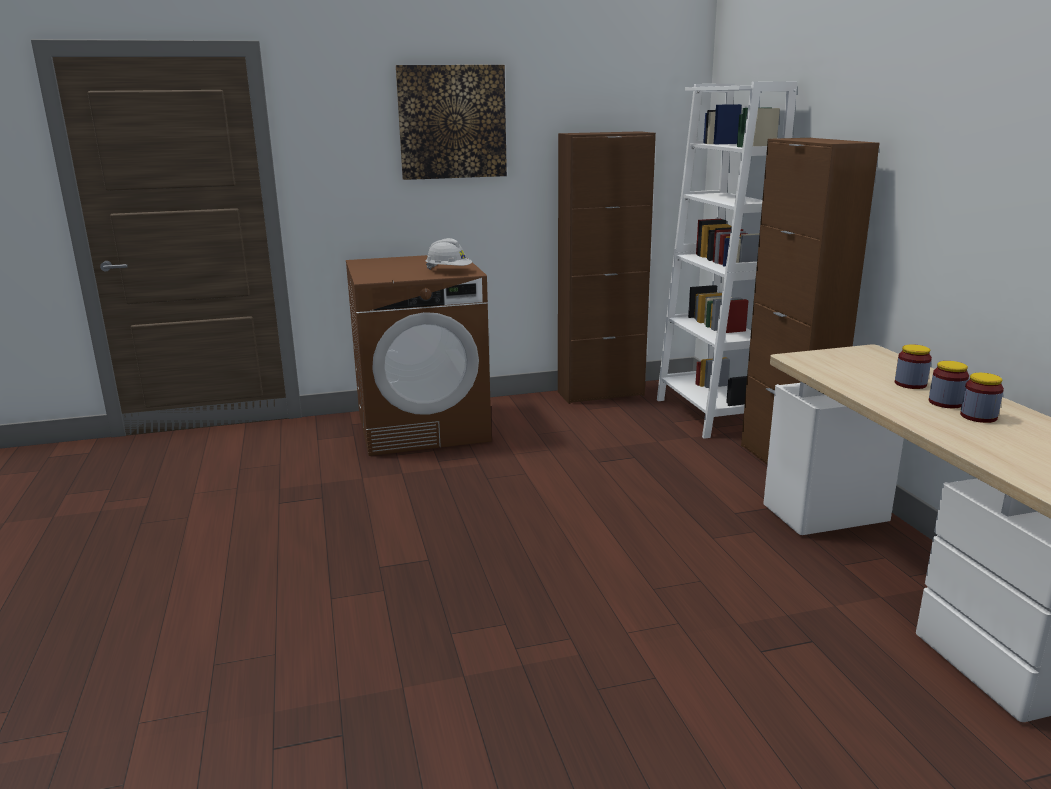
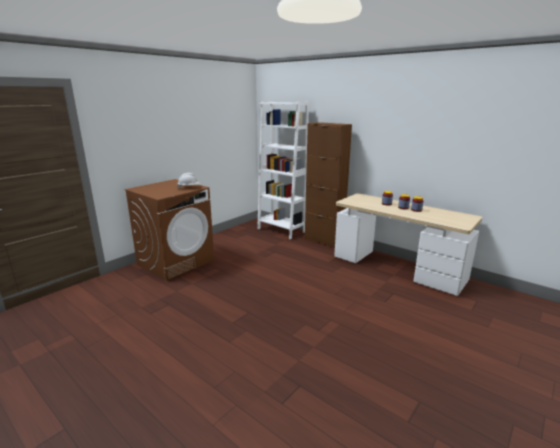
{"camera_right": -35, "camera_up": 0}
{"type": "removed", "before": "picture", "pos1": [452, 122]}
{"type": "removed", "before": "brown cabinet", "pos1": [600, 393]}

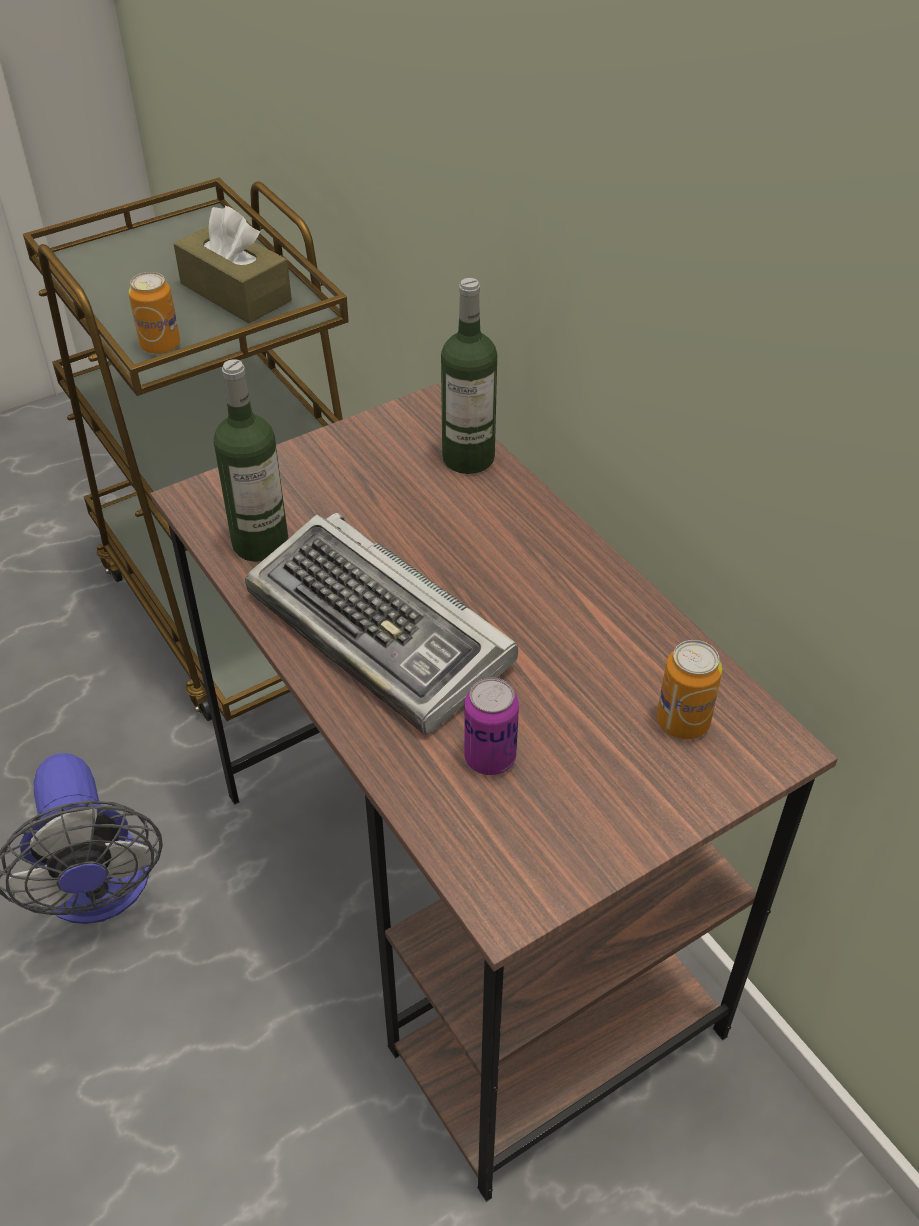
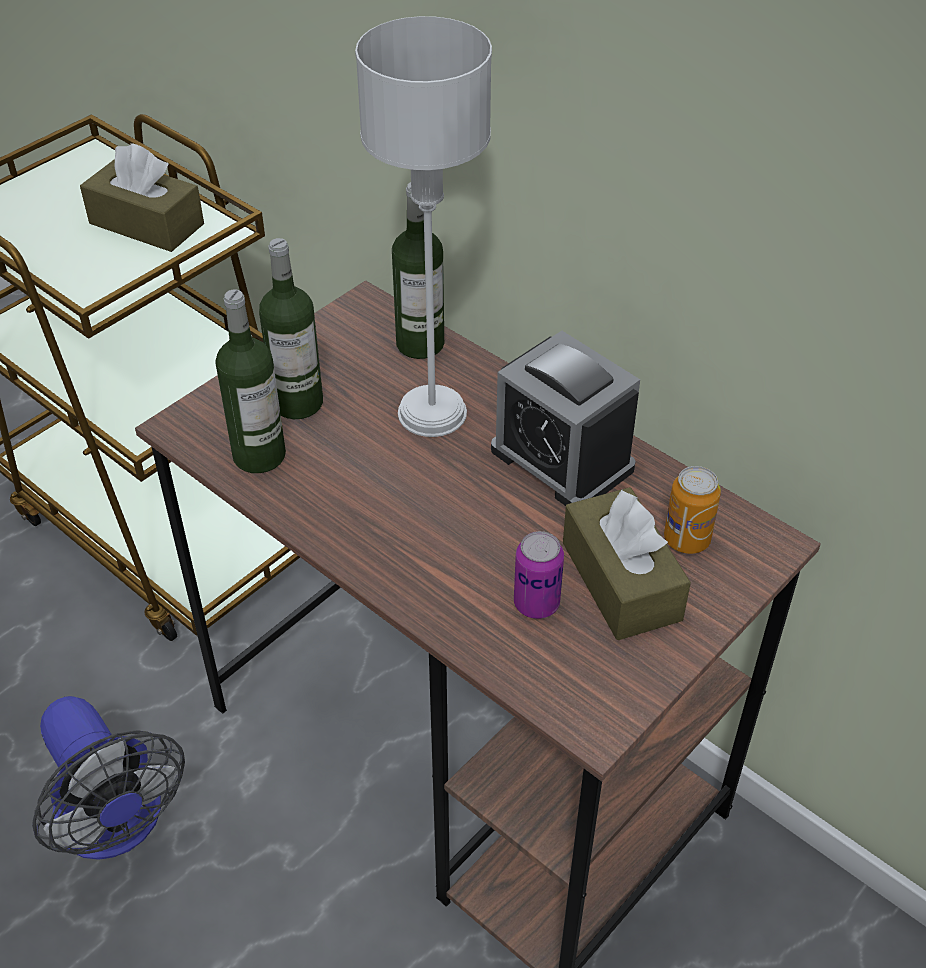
{"camera_right": -15, "camera_up": 0}
{"type": "added", "after": "bottle", "pos2": [298, 403]}
{"type": "added", "after": "grey table lamp", "pos2": [433, 413]}
{"type": "added", "after": "alarm clock", "pos2": [562, 459]}
{"type": "added", "after": "brown tissue box", "pos2": [621, 581]}
{"type": "removed", "before": "can", "pos1": [160, 345]}
{"type": "removed", "before": "keyboard", "pos1": [382, 633]}

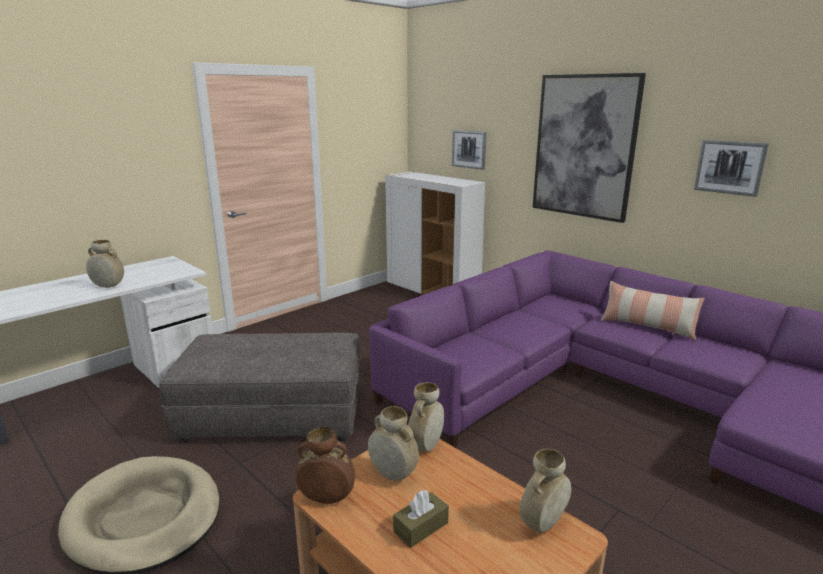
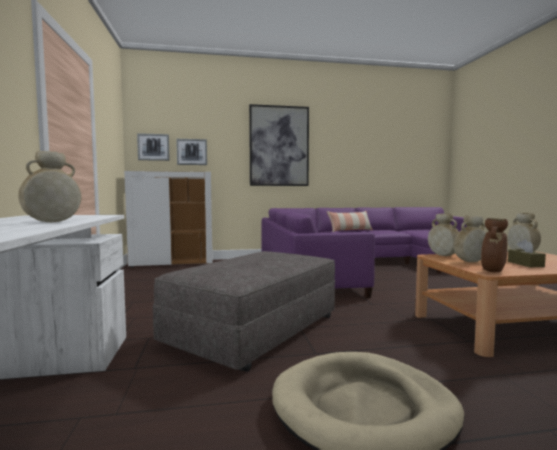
{"camera_right": -55, "camera_up": -15}
{"type": "moved", "before": "picture", "pos1": [730, 167], "pos2": [153, 147]}

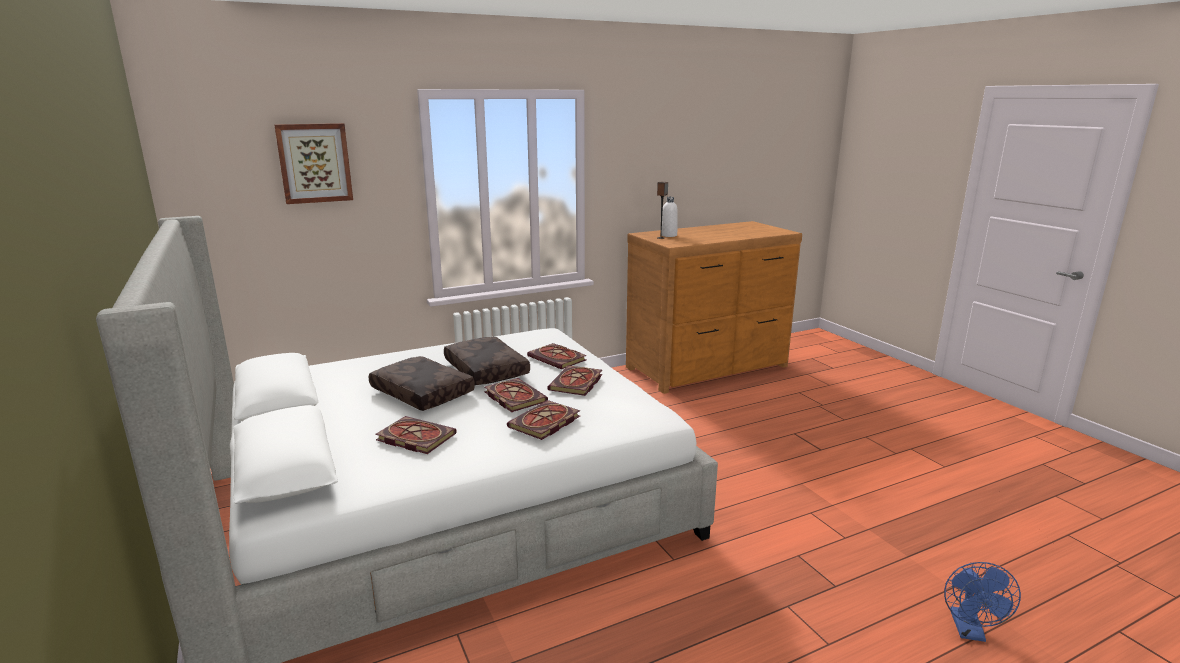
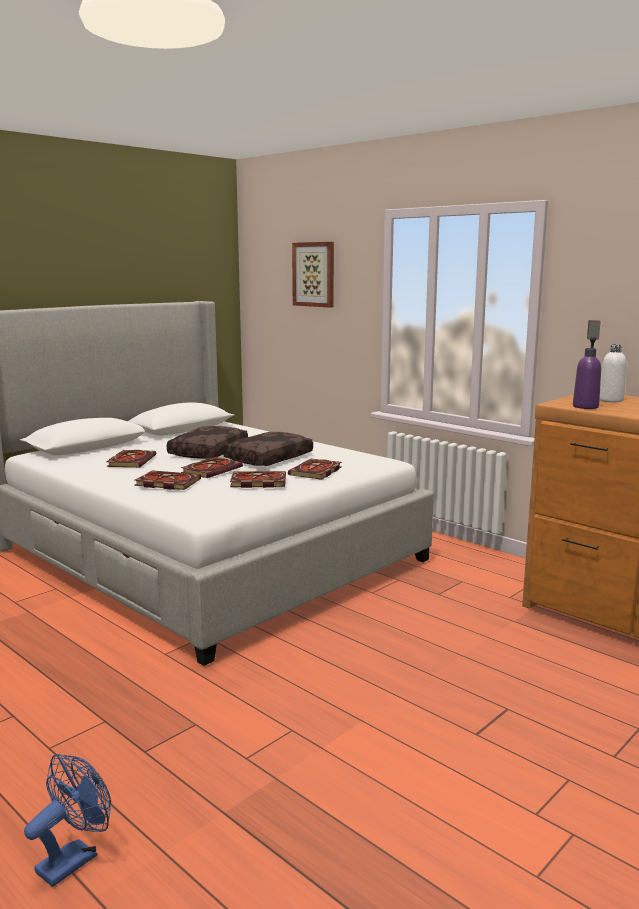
{"camera_right": 70, "camera_up": -5}
{"type": "turned", "before": "blue fan", "pos1": [969, 631], "pos2": [74, 858], "turn": 135}
{"type": "added", "after": "purple bottle", "pos2": [585, 407]}

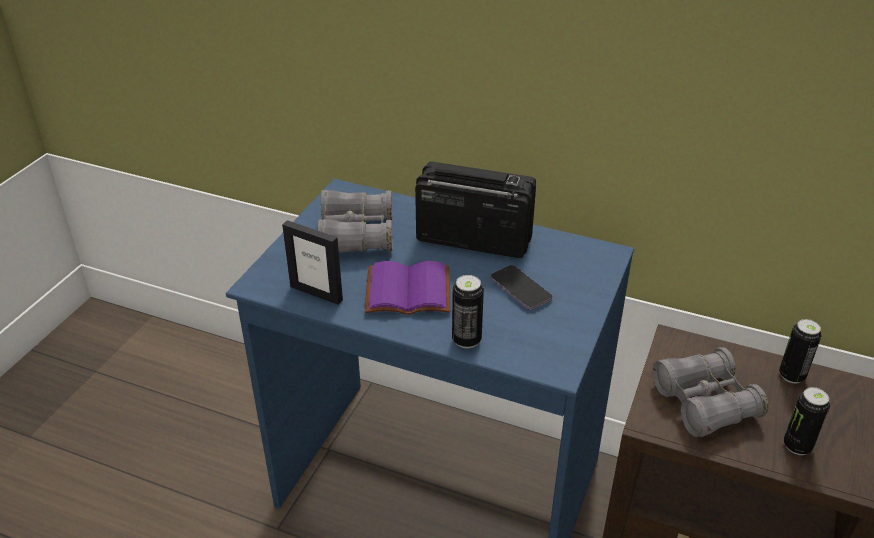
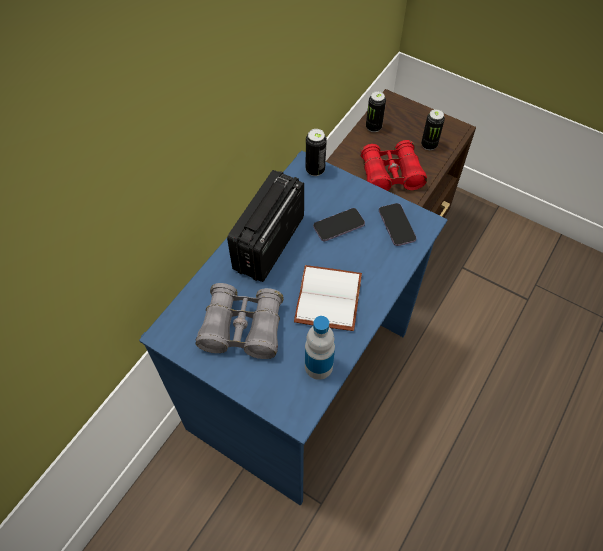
{"camera_right": -80, "camera_up": 20}
{"type": "recoloured", "before": "purple book", "after": "white book", "pos1": [406, 293], "pos2": [330, 300]}
{"type": "replaced", "before": "picture frame", "after": "bottle", "pos1": [316, 293], "pos2": [318, 366]}
{"type": "moved", "before": "can", "pos1": [466, 340], "pos2": [315, 170]}
{"type": "recoloured", "before": "grey binoculars", "after": "red binoculars", "pos1": [704, 403], "pos2": [390, 175]}
{"type": "added", "after": "phone", "pos2": [396, 225]}

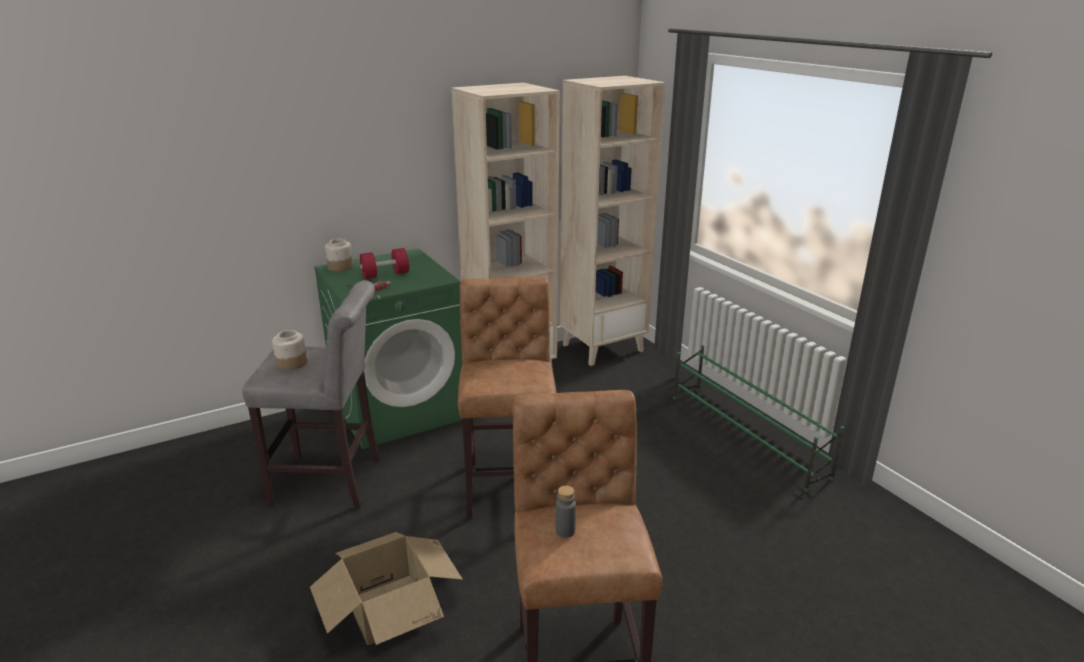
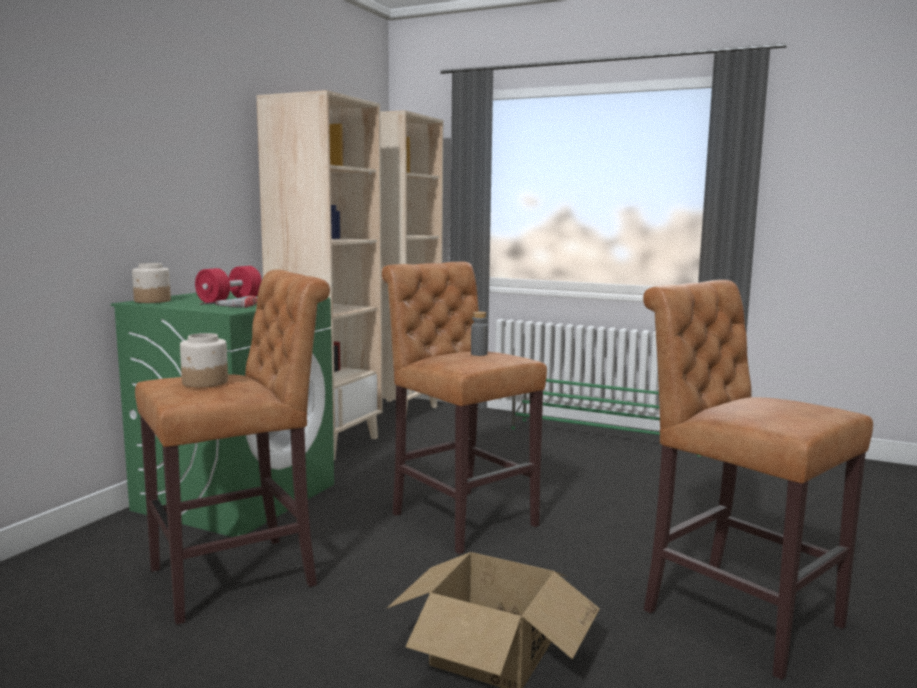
{"camera_right": -35, "camera_up": -15}
{"type": "recoloured", "before": "grey stool", "after": "brown stool", "pos1": [333, 482], "pos2": [242, 576]}
{"type": "moved", "before": "grey bottle", "pos1": [565, 531], "pos2": [479, 354]}

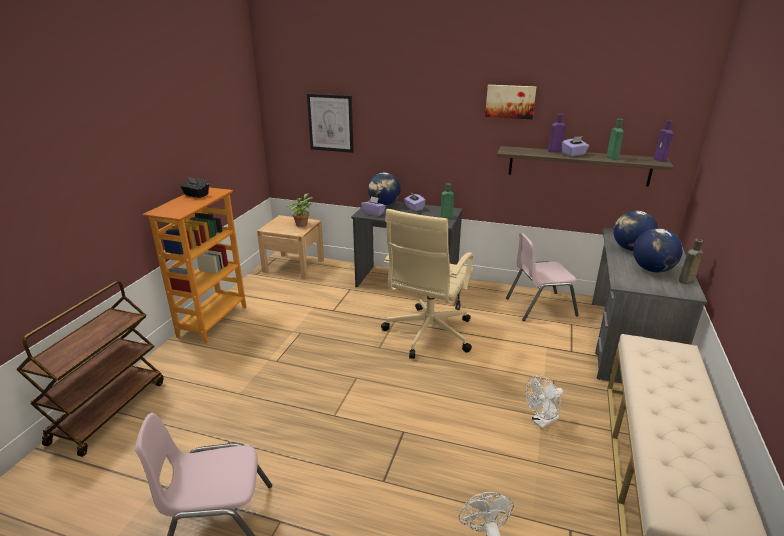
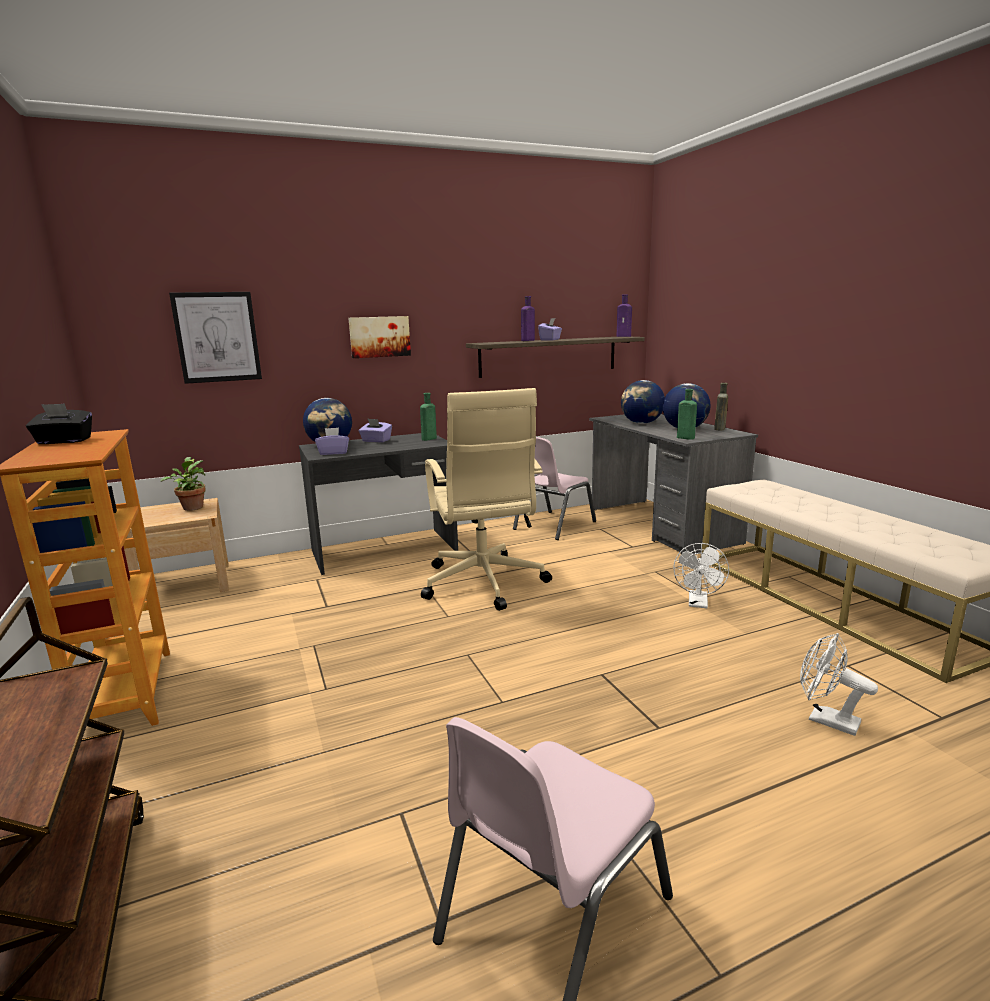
{"camera_right": -40, "camera_up": -10}
{"type": "moved", "before": "picture", "pos1": [510, 101], "pos2": [379, 336]}
{"type": "moved", "before": "green bottle", "pos1": [611, 157], "pos2": [684, 438]}

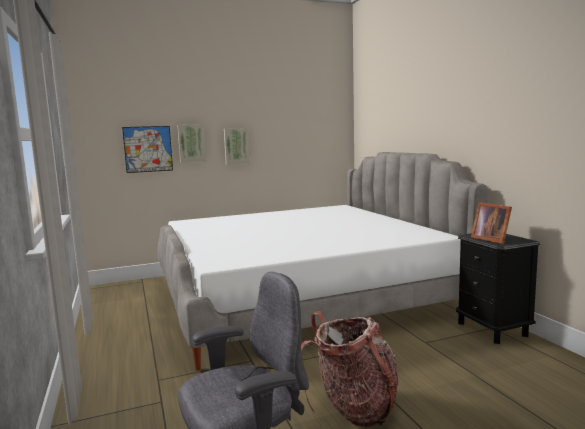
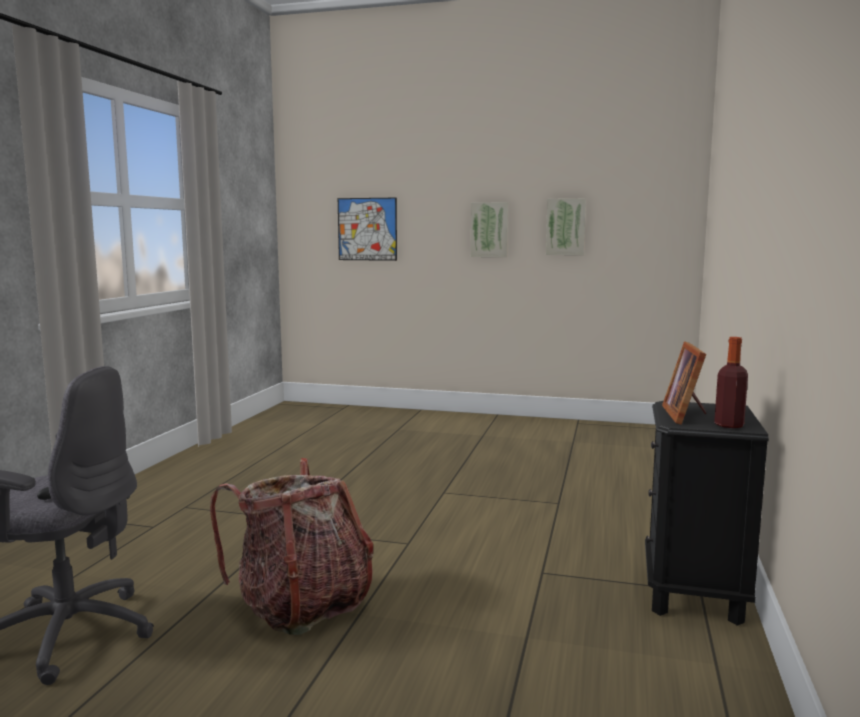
{"camera_right": 35, "camera_up": 0}
{"type": "moved", "before": "picture", "pos1": [191, 143], "pos2": [565, 227]}
{"type": "added", "after": "bottle", "pos2": [729, 425]}
{"type": "removed", "before": "bed", "pos1": [301, 294]}

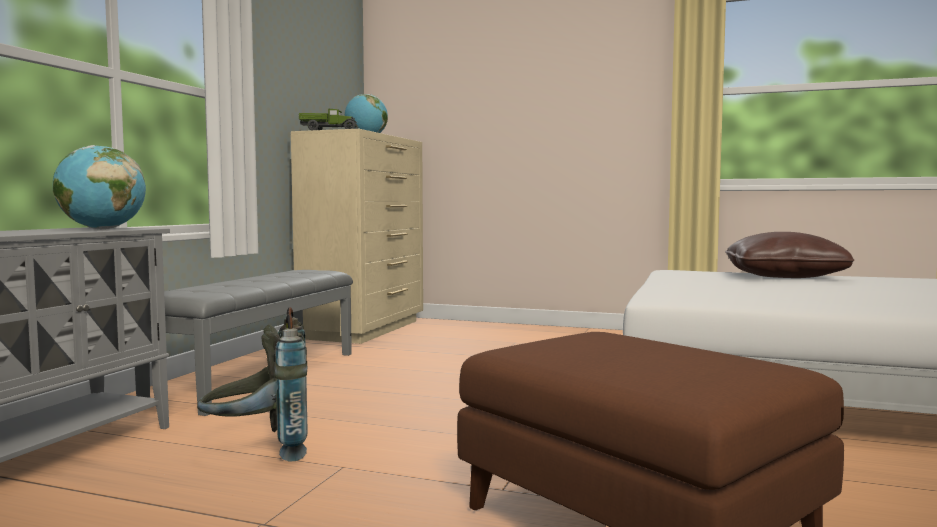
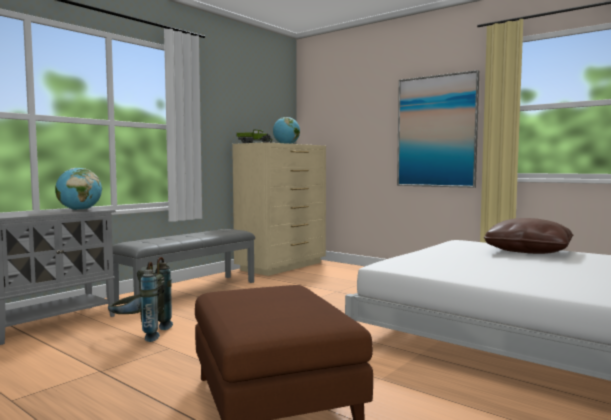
{"camera_right": 20, "camera_up": 0}
{"type": "added", "after": "picture", "pos2": [436, 131]}

